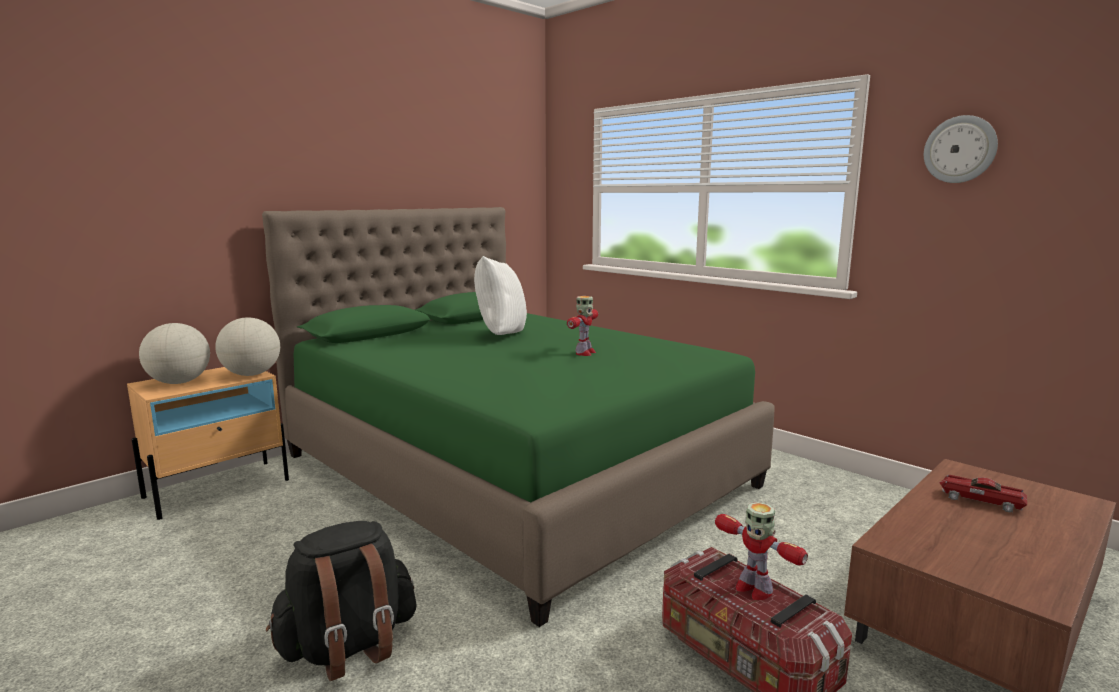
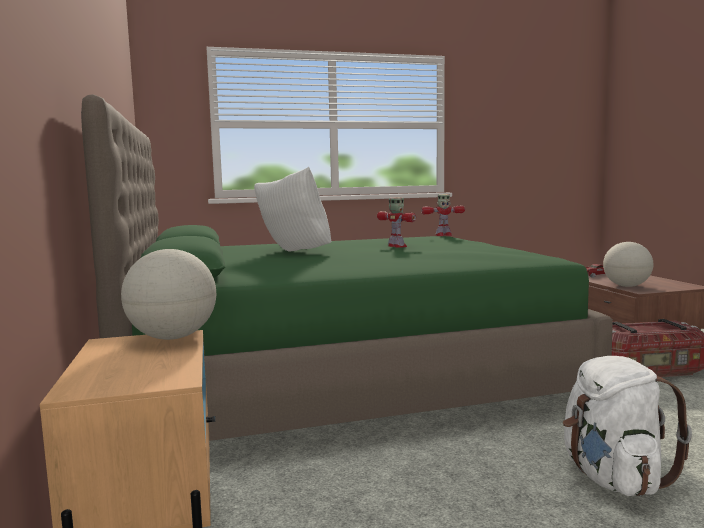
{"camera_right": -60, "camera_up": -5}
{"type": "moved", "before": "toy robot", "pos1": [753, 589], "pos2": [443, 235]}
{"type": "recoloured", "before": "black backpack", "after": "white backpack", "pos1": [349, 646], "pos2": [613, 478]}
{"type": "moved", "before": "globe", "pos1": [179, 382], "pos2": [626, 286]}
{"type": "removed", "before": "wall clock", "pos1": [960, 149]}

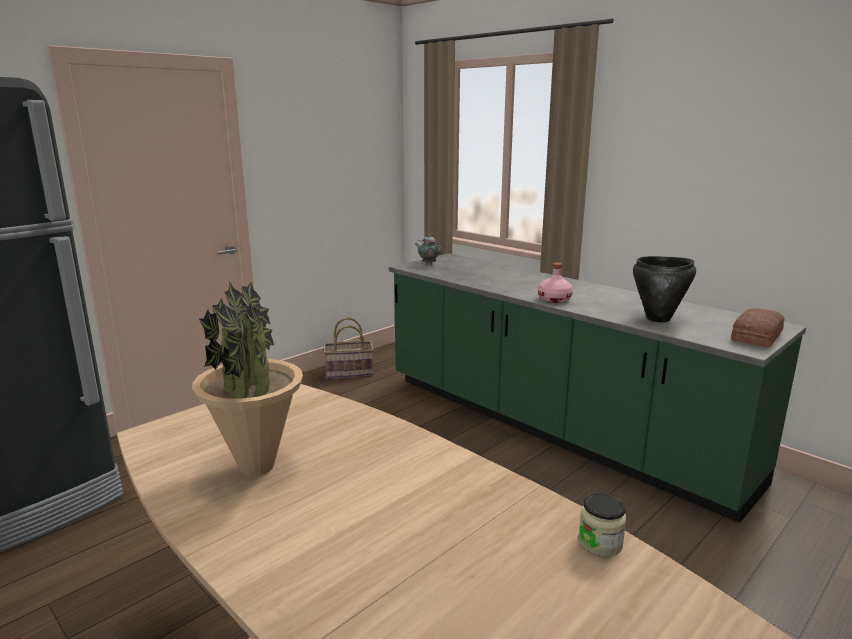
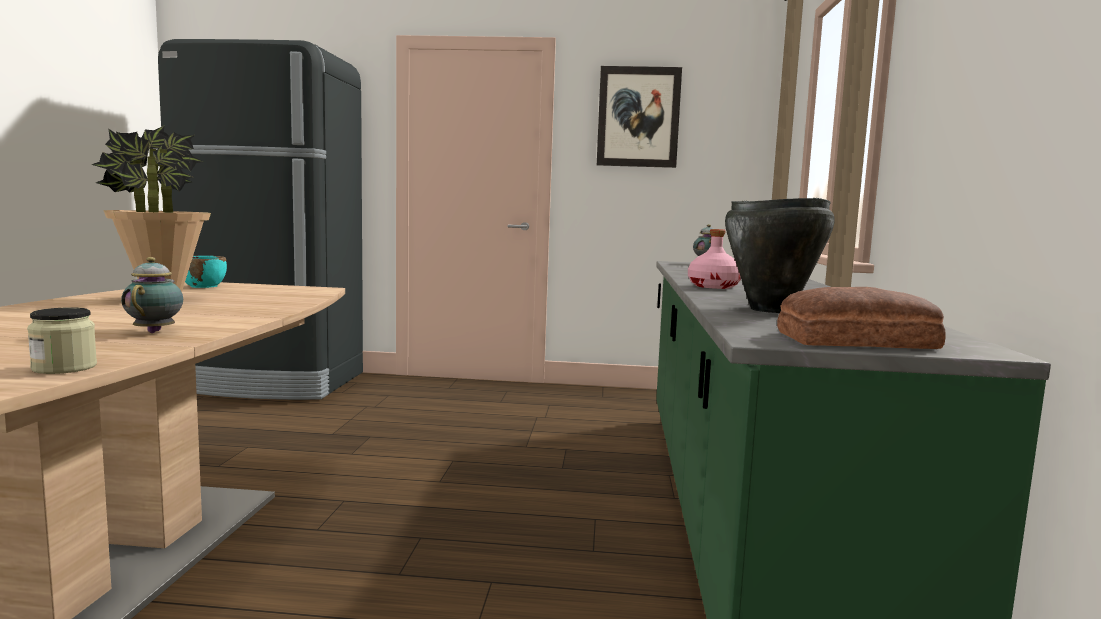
{"camera_right": 50, "camera_up": -10}
{"type": "added", "after": "teapot", "pos2": [156, 331]}
{"type": "added", "after": "turquoise bowl", "pos2": [204, 286]}
{"type": "added", "after": "picture", "pos2": [638, 117]}
{"type": "removed", "before": "basket", "pos1": [349, 372]}

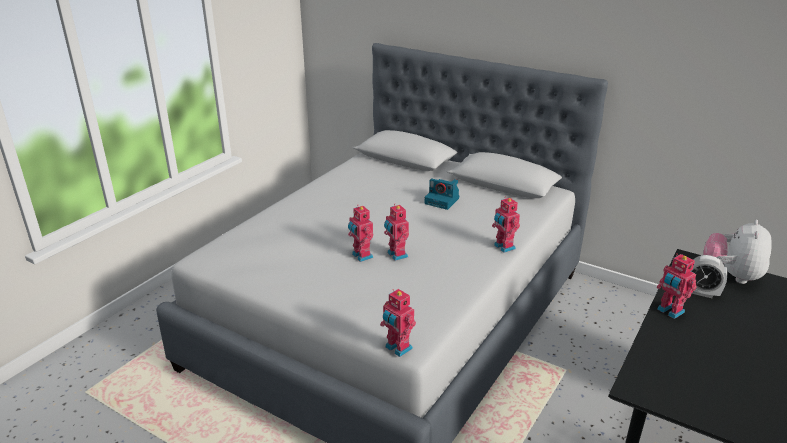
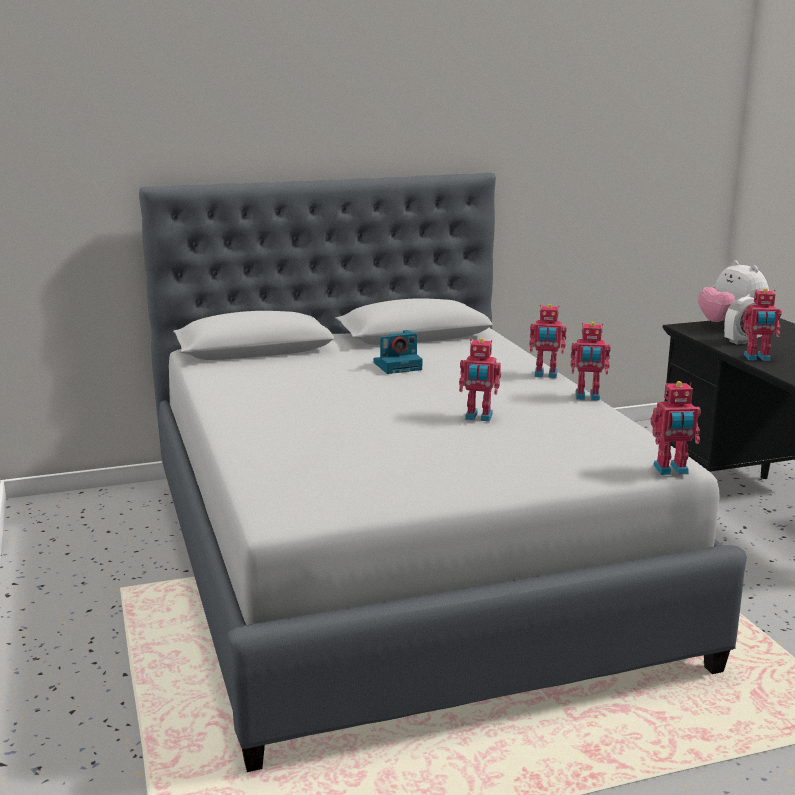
{"camera_right": -50, "camera_up": -10}
{"type": "moved", "before": "toy robot", "pos1": [361, 256], "pos2": [587, 397]}

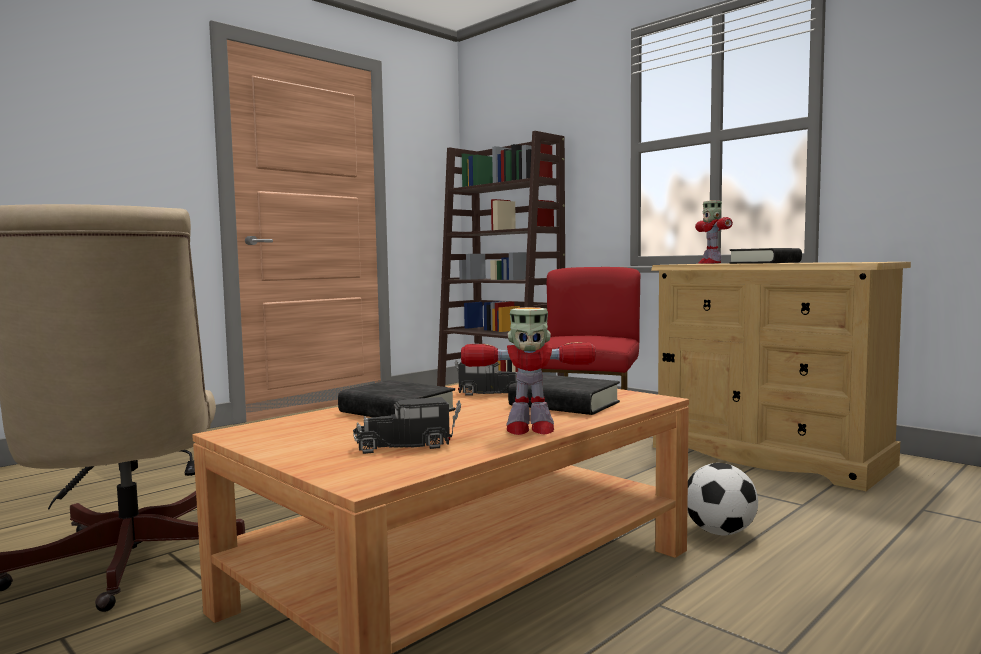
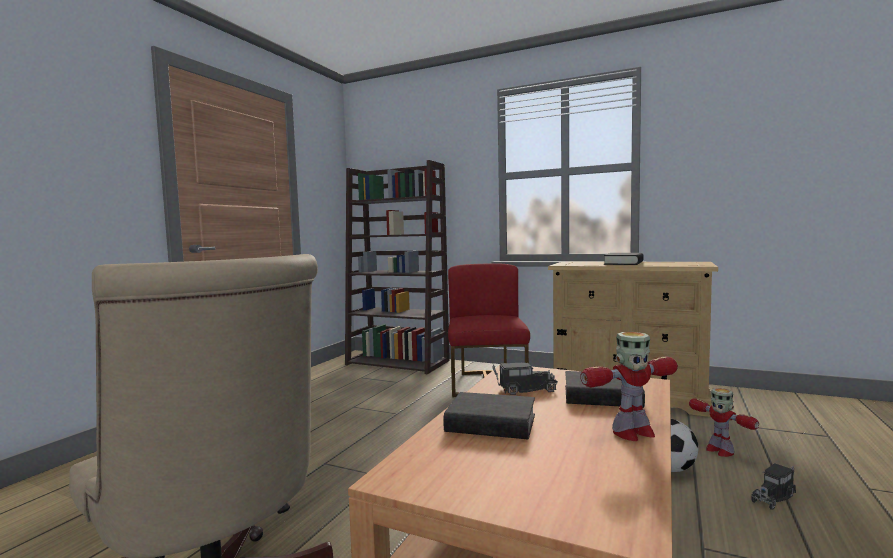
{"camera_right": -20, "camera_up": 0}
{"type": "moved", "before": "toy robot", "pos1": [710, 263], "pos2": [719, 450]}
{"type": "moved", "before": "toy truck", "pos1": [408, 445], "pos2": [773, 496]}

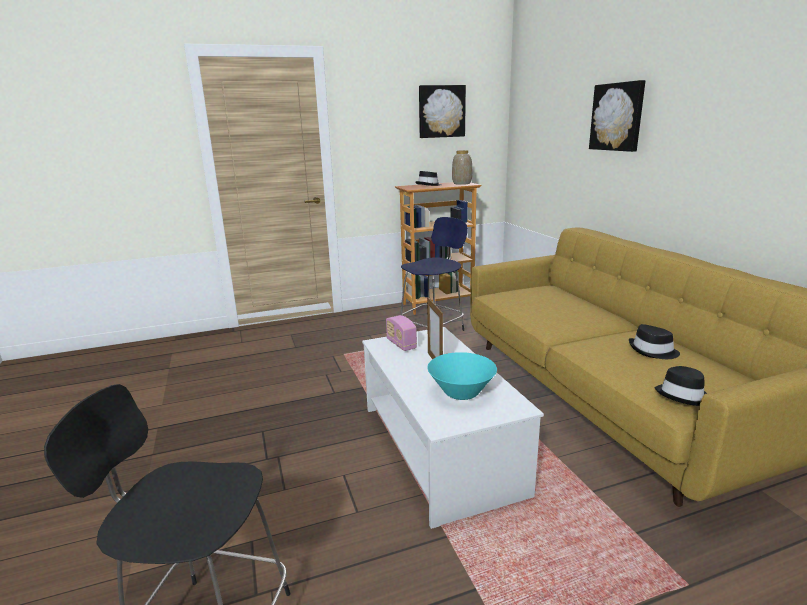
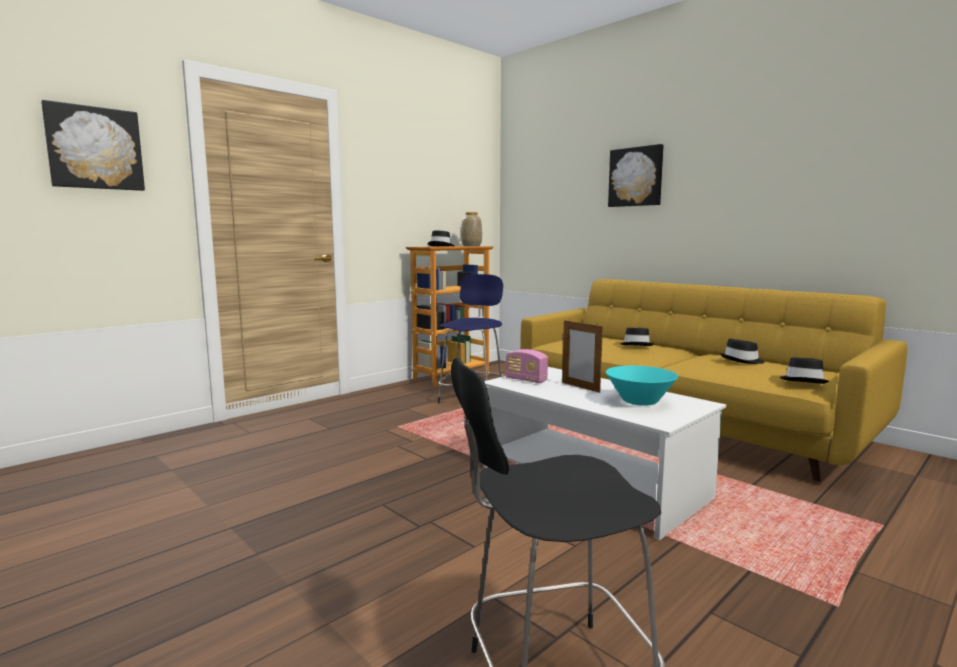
{"camera_right": -25, "camera_up": -10}
{"type": "moved", "before": "picture", "pos1": [441, 111], "pos2": [94, 148]}
{"type": "added", "after": "black hat", "pos2": [636, 345]}

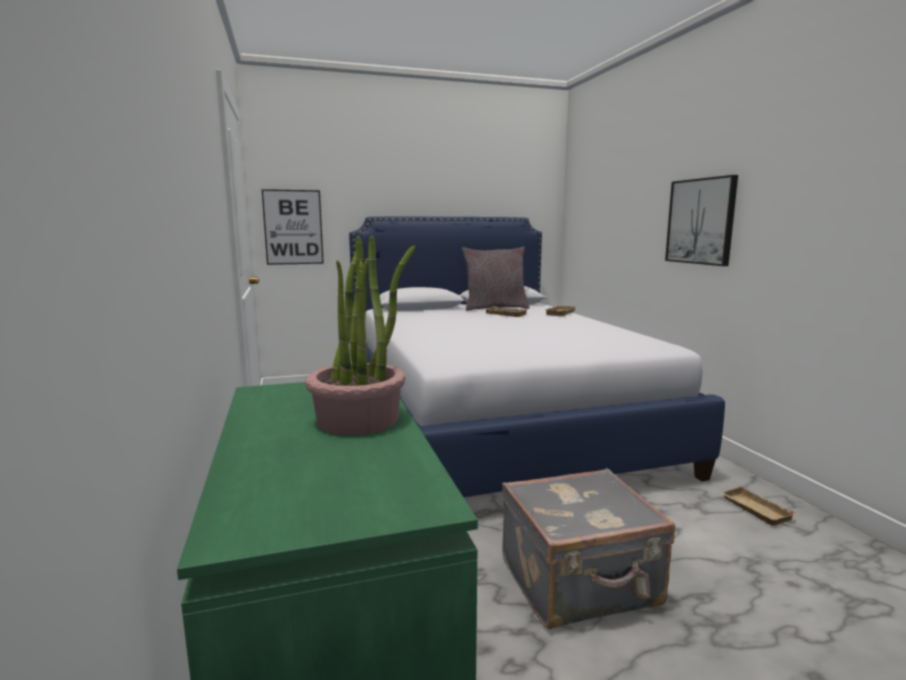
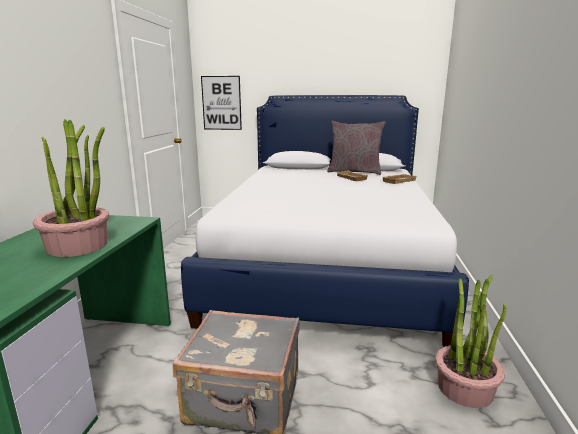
{"camera_right": 25, "camera_up": 5}
{"type": "replaced", "before": "beige tray", "after": "potted plant", "pos1": [753, 509], "pos2": [465, 388]}
{"type": "removed", "before": "picture", "pos1": [701, 221]}

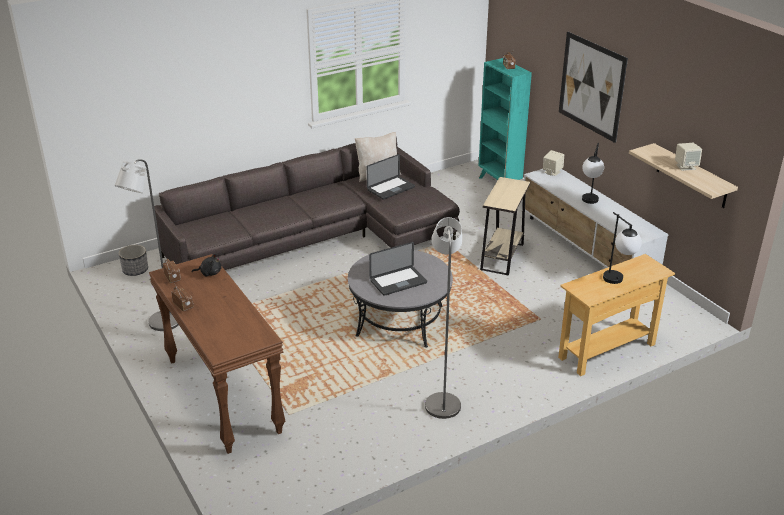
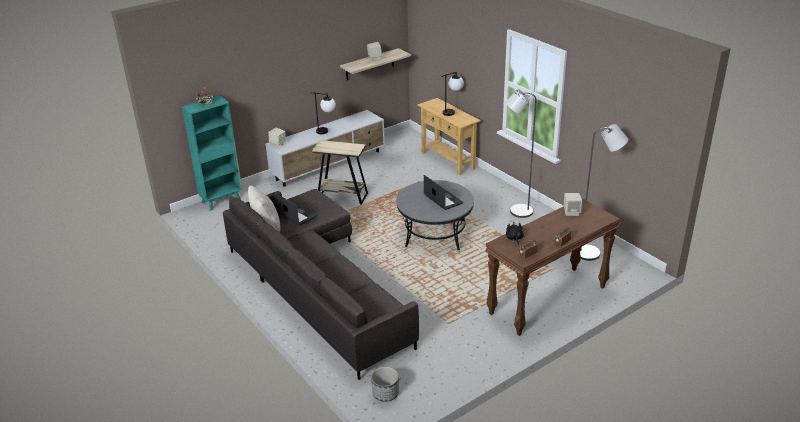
{"camera_right": -95, "camera_up": 0}
{"type": "added", "after": "beige speaker", "pos2": [571, 212]}
{"type": "moved", "before": "grey floor lamp", "pos1": [161, 325], "pos2": [592, 254]}
{"type": "removed", "before": "picture", "pos1": [591, 86]}

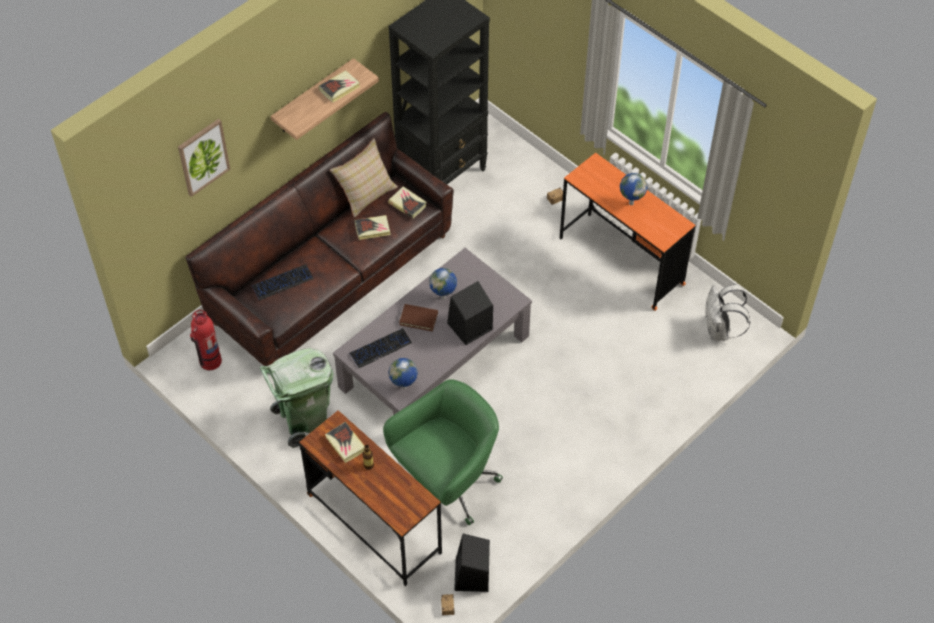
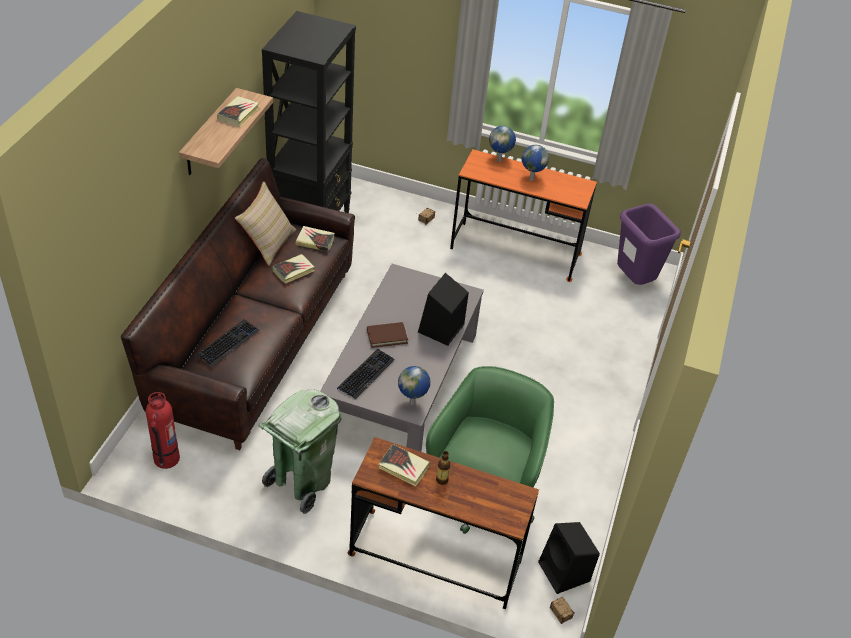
{"camera_right": -30, "camera_up": -10}
{"type": "moved", "before": "globe", "pos1": [443, 297], "pos2": [499, 160]}
{"type": "replaced", "before": "white backpack", "after": "purple trash can", "pos1": [719, 331], "pos2": [634, 282]}
{"type": "removed", "before": "picture", "pos1": [203, 157]}

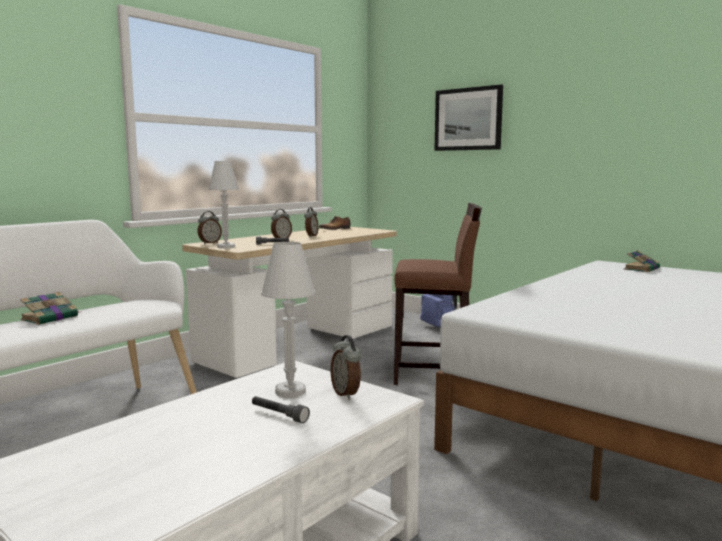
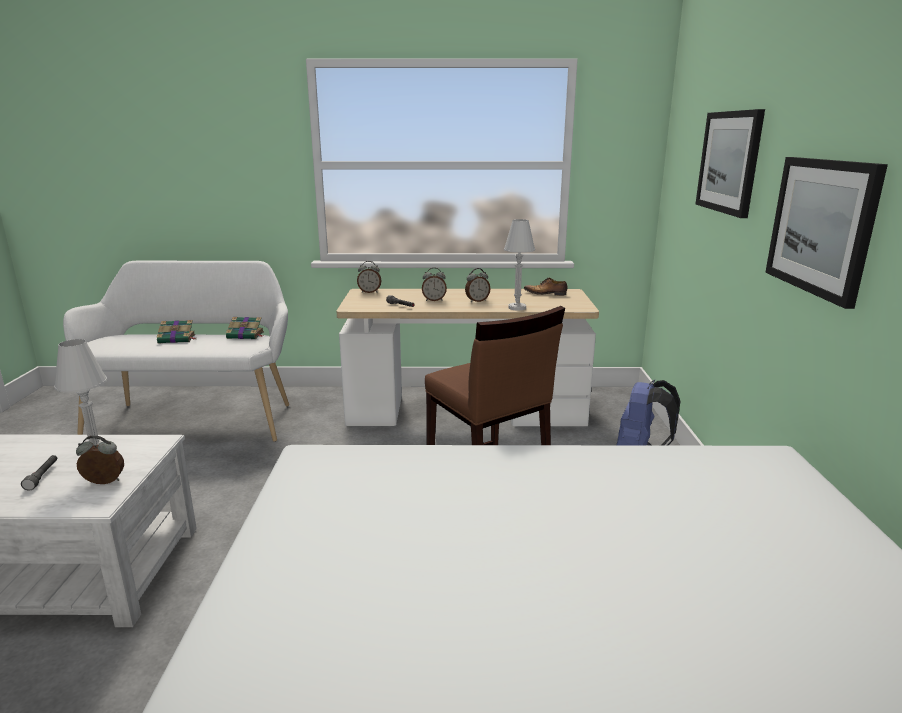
{"camera_right": 50, "camera_up": 10}
{"type": "turned", "before": "alarm clock", "pos1": [346, 394], "pos2": [104, 483], "turn": 60}
{"type": "moved", "before": "book", "pos1": [641, 269], "pos2": [246, 335]}
{"type": "moved", "before": "white table lamp", "pos1": [226, 247], "pos2": [517, 308]}
{"type": "added", "after": "picture", "pos2": [821, 226]}

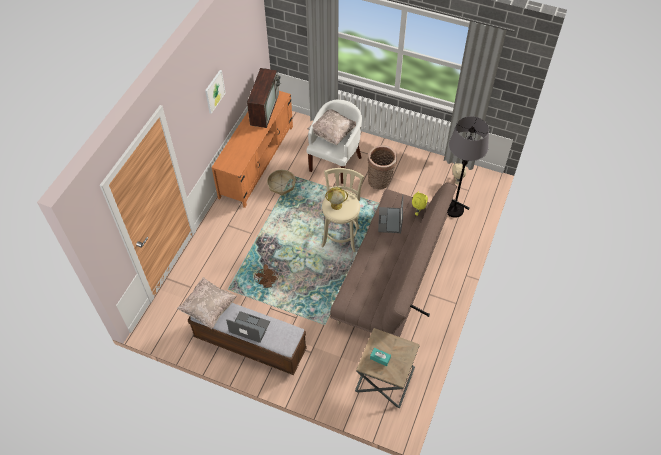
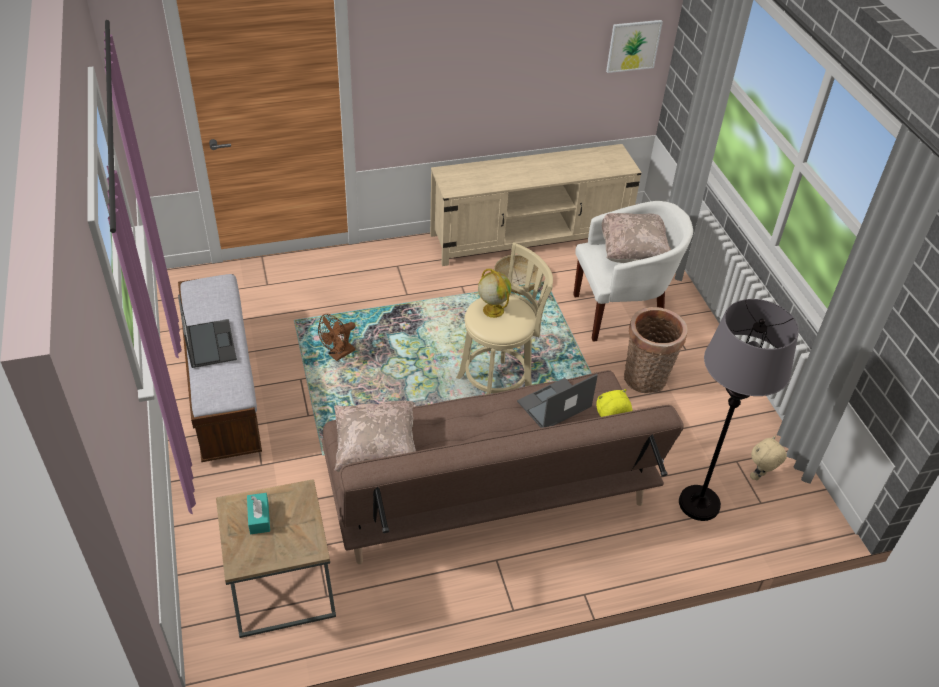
{"camera_right": 50, "camera_up": -10}
{"type": "moved", "before": "beige pillow", "pos1": [209, 308], "pos2": [376, 450]}
{"type": "recoloured", "before": "orange tv stand", "after": "beige tv stand", "pos1": [257, 161], "pos2": [530, 237]}
{"type": "moved", "before": "picture", "pos1": [214, 91], "pos2": [633, 45]}
{"type": "removed", "before": "television", "pos1": [264, 108]}

